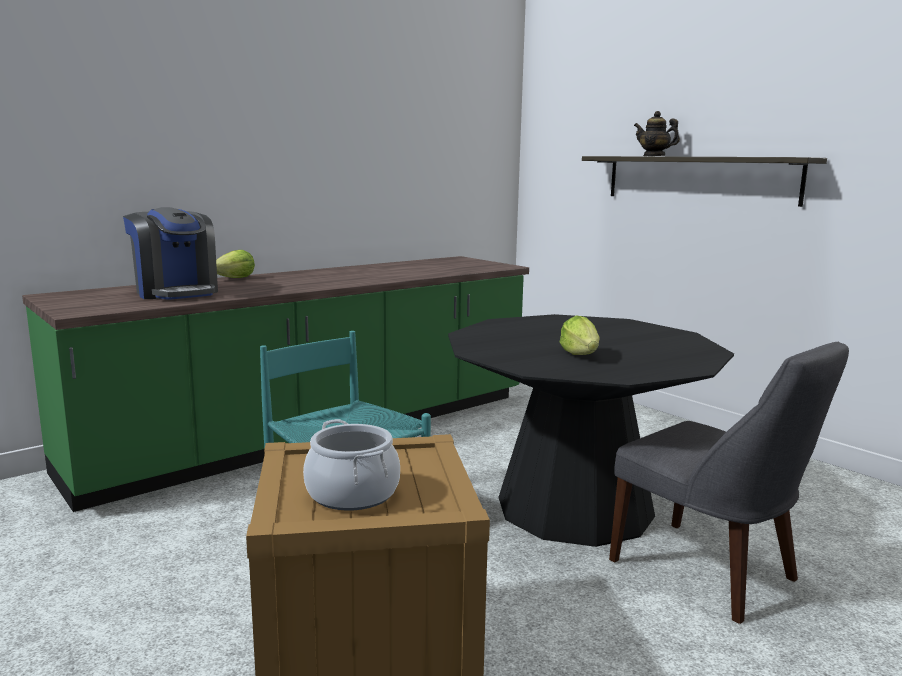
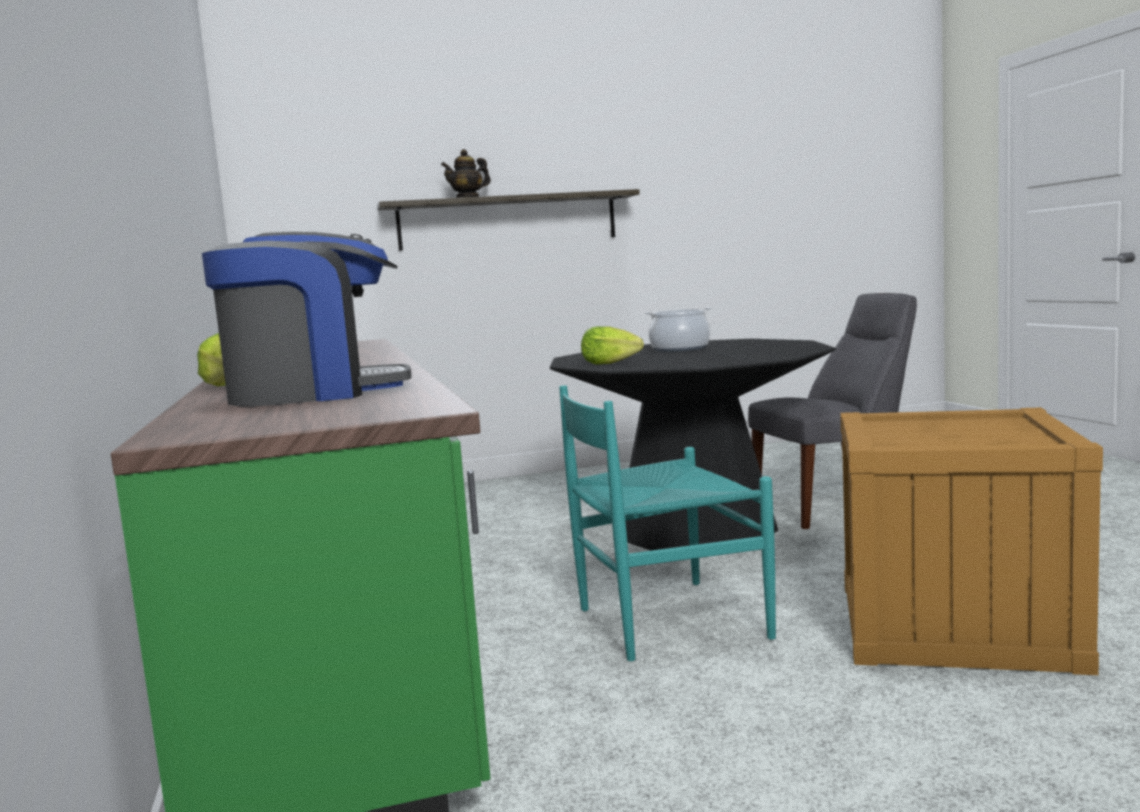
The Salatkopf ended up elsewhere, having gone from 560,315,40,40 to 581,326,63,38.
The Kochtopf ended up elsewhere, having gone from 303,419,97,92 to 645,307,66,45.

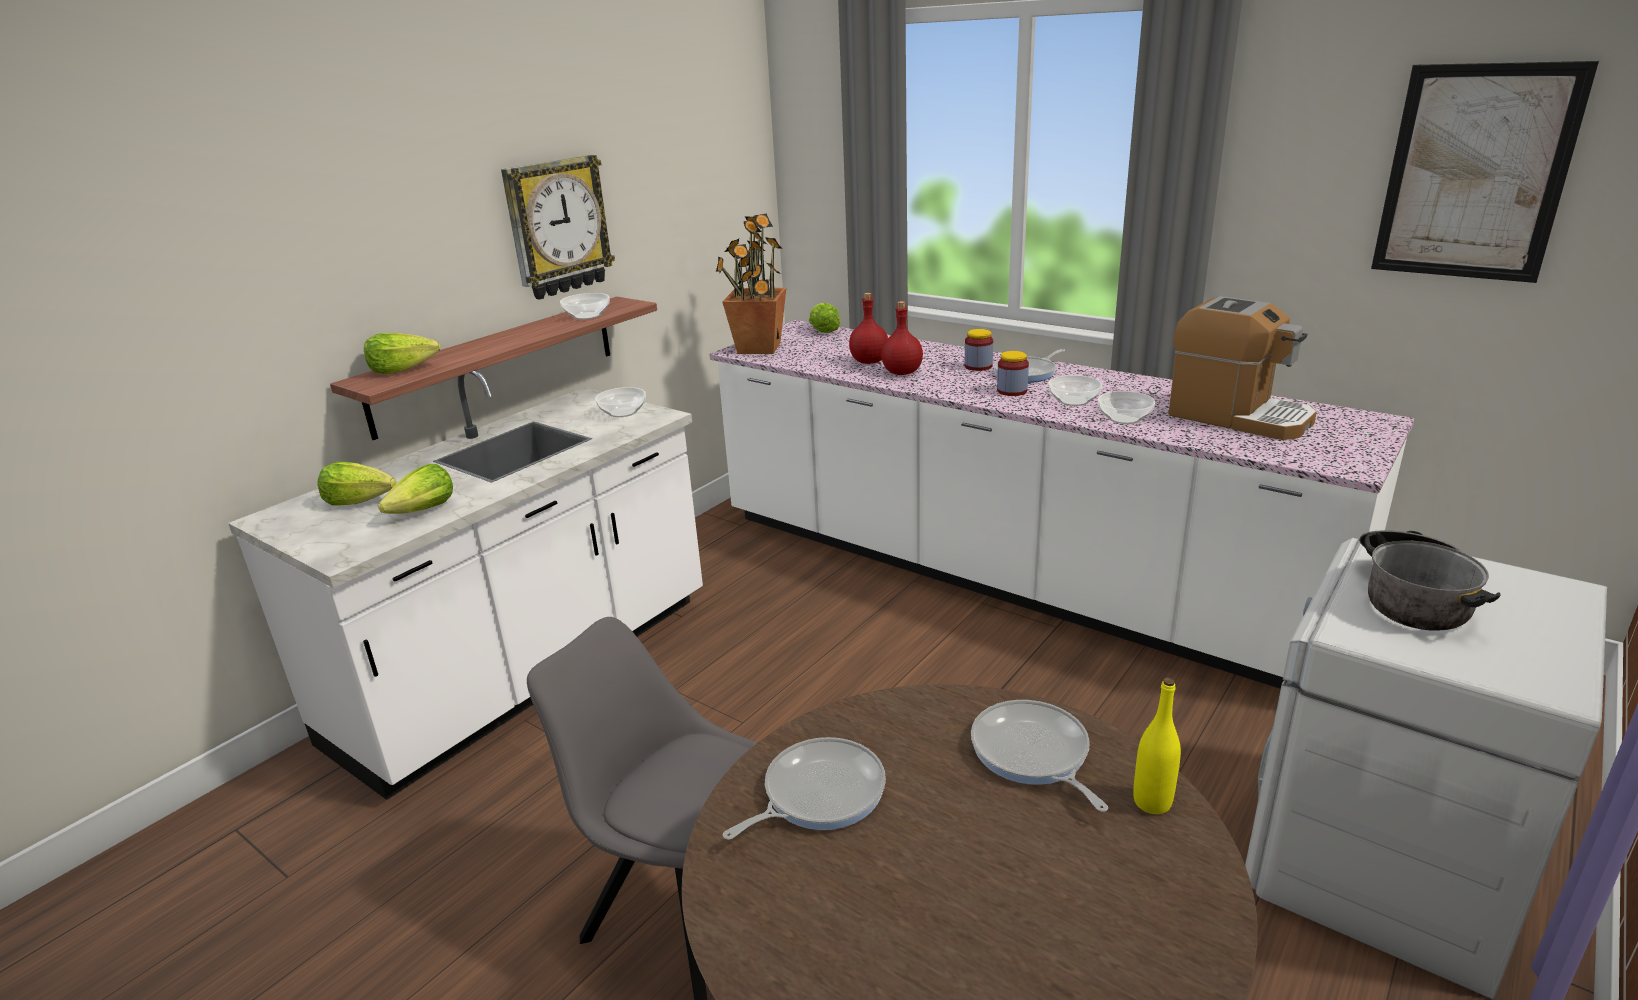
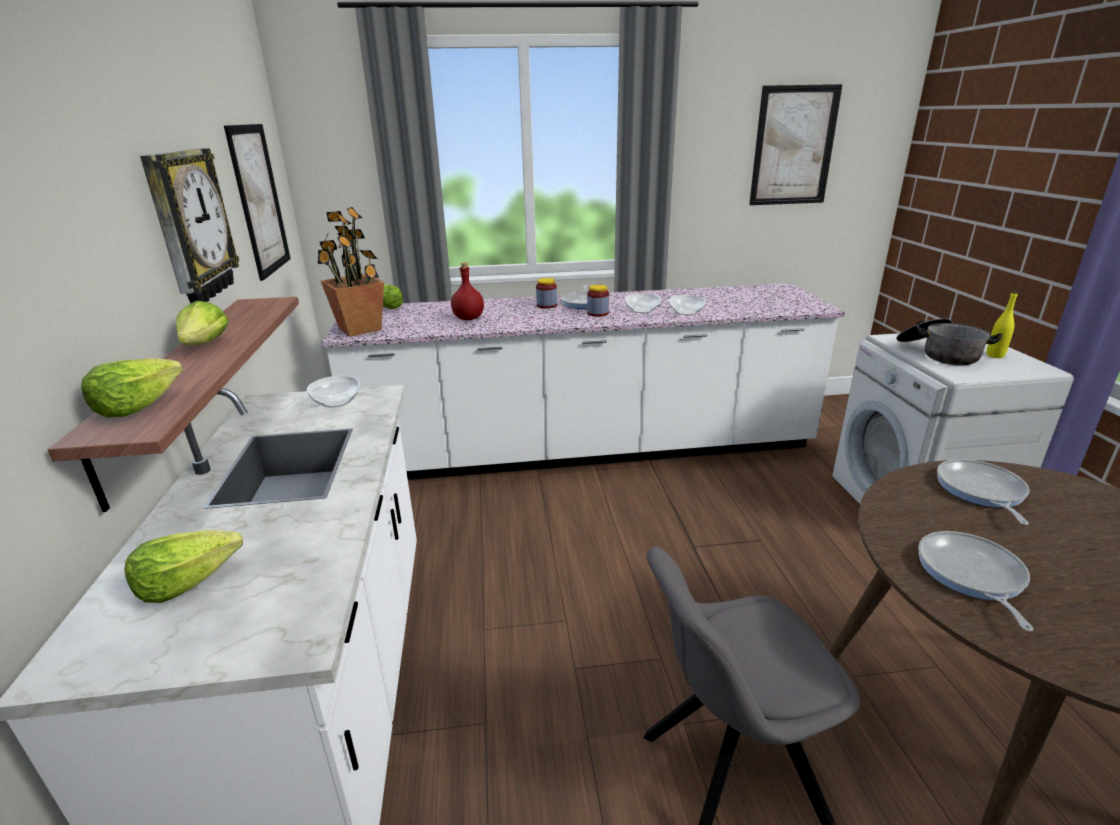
The second view lost the Schüssel at 560,293,50,27.
The second view lost the Kaffeemaschine at 1168,296,149,144.
The second view lost the Flasche [rot] at 881,301,42,74.
The Salatkopf ended up elsewhere, having gone from 378,464,75,50 to 176,301,53,45.
The Flasche [gelb] ended up elsewhere, having gone from 1133,678,48,136 to 986,292,31,66.
The Pfanne at 971,700,137,112 ended up facing another way, 75 degrees clockwise from before.
The second view gained the Bild at 224,124,67,157.

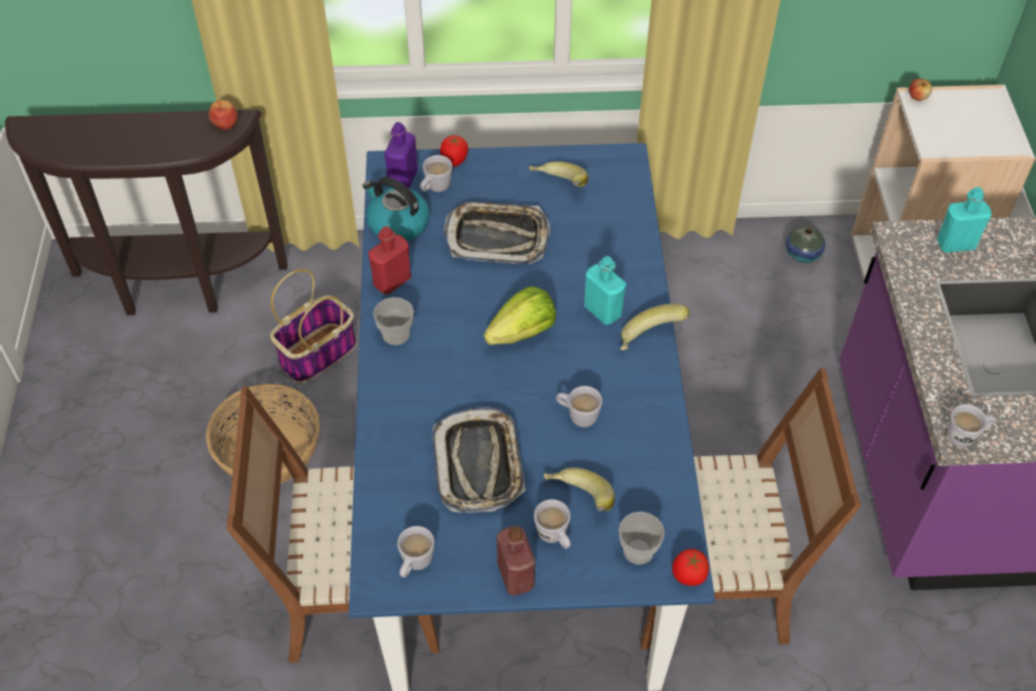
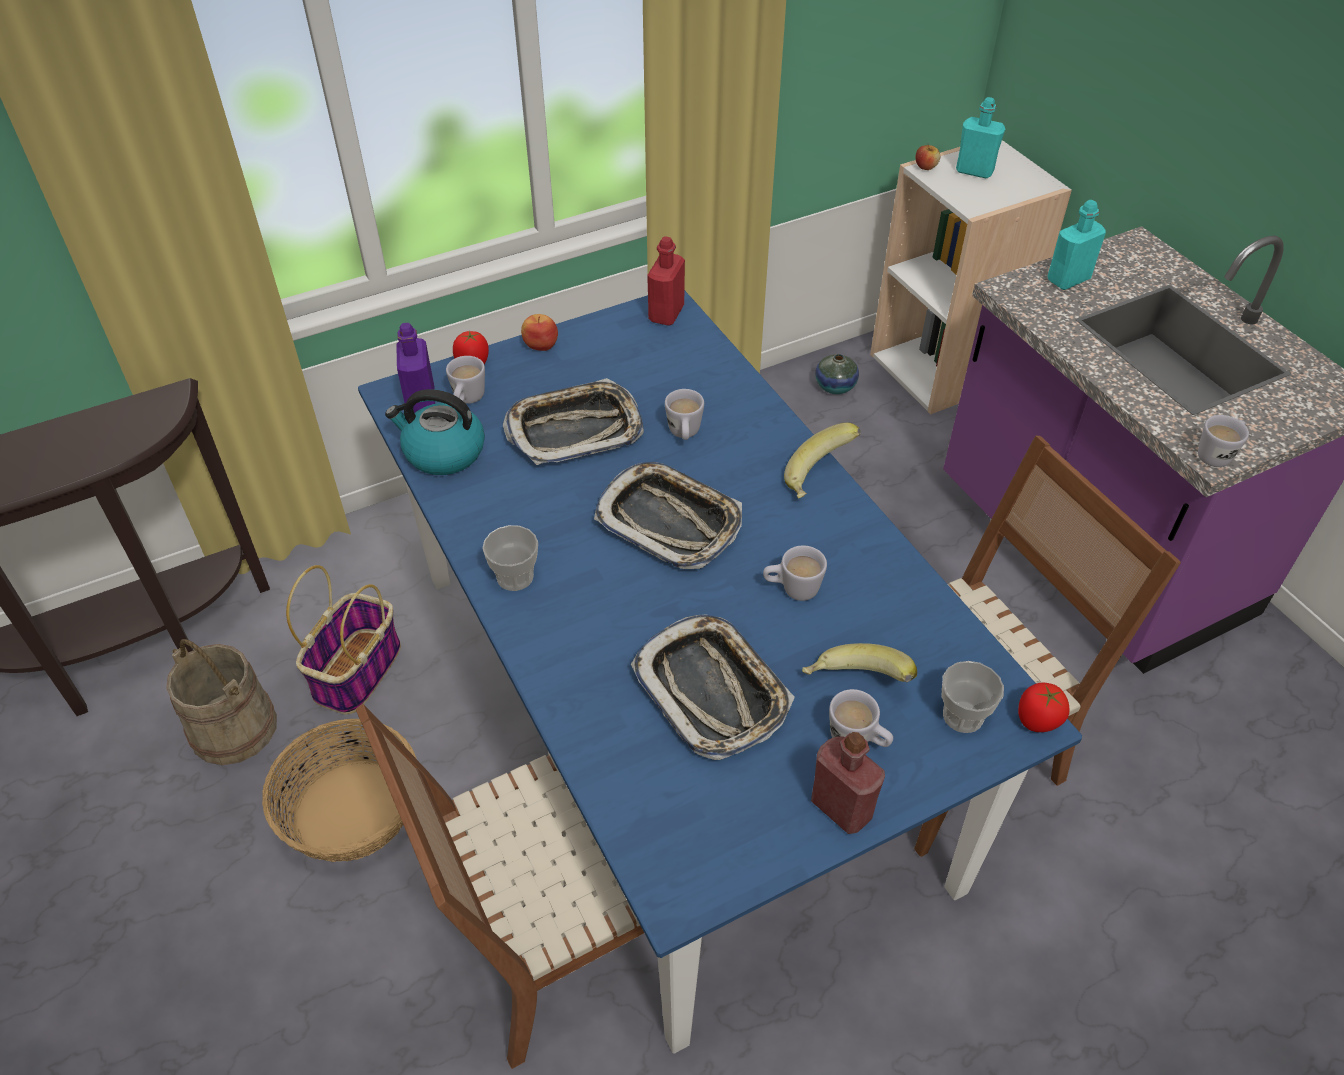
The Apfel ended up elsewhere, having gone from 209,100,29,30 to 521,314,37,37.
The second view lost the Banane at 529,161,59,26.
The Flasche [rot] ended up elsewhere, having gone from 368,226,43,68 to 647,236,38,90.
The Flasche [türkis] ended up elsewhere, having gone from 584,256,42,69 to 956,97,49,82.
Where the Salatkopf stood at 484,286,72,59, the Tablett came to stand at 594,462,148,107.
The Henkelbecher [weiß] ended up elsewhere, having gone from 397,526,38,52 to 665,389,39,51.
The second view gained the Eimer [beige] at 166,639,111,126.

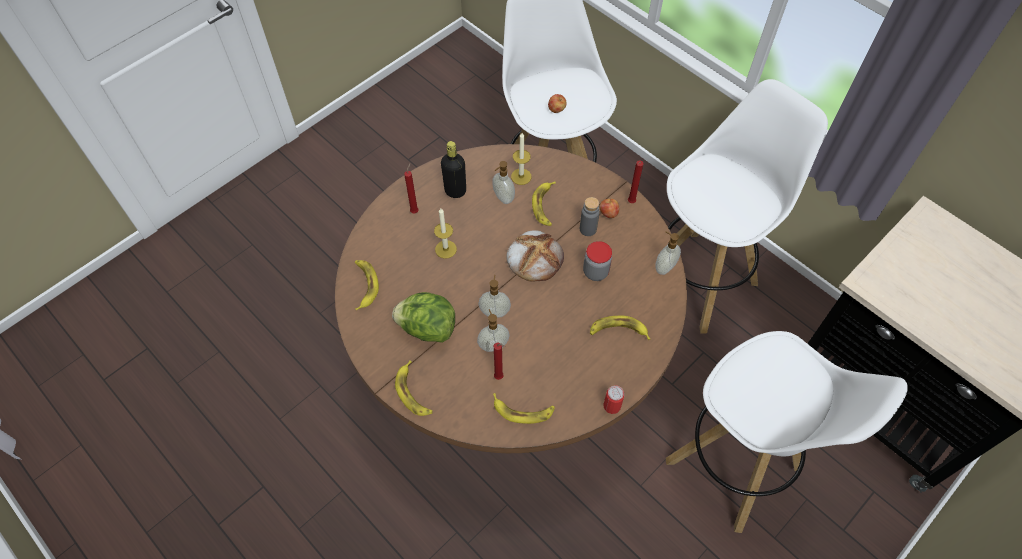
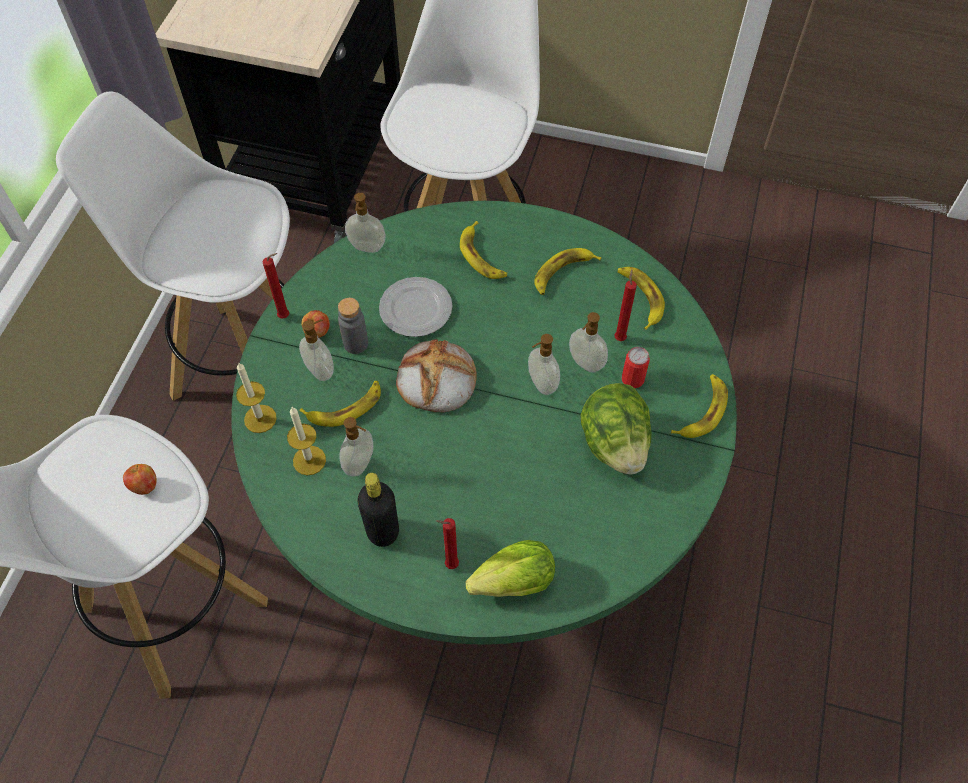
What was the Esstisch [braun] at 335,144,352,309 turned into the Esstisch [grün] at 231,201,506,443.
The Kerze ended up elsewhere, having gone from 434,208,23,51 to 236,362,41,71.
Where the Vorratsglas stood at 583,241,29,40, the Teller came to stand at 379,277,73,60.
The Banane ended up elsewhere, having gone from 355,260,24,51 to 534,248,68,47.
The Dose ended up elsewhere, having gone from 603,385,22,29 to 621,347,29,41.
The second view gained the Seifenspender at 299,319,35,62.
The second view gained the Salatkopf at 466,540,89,57.

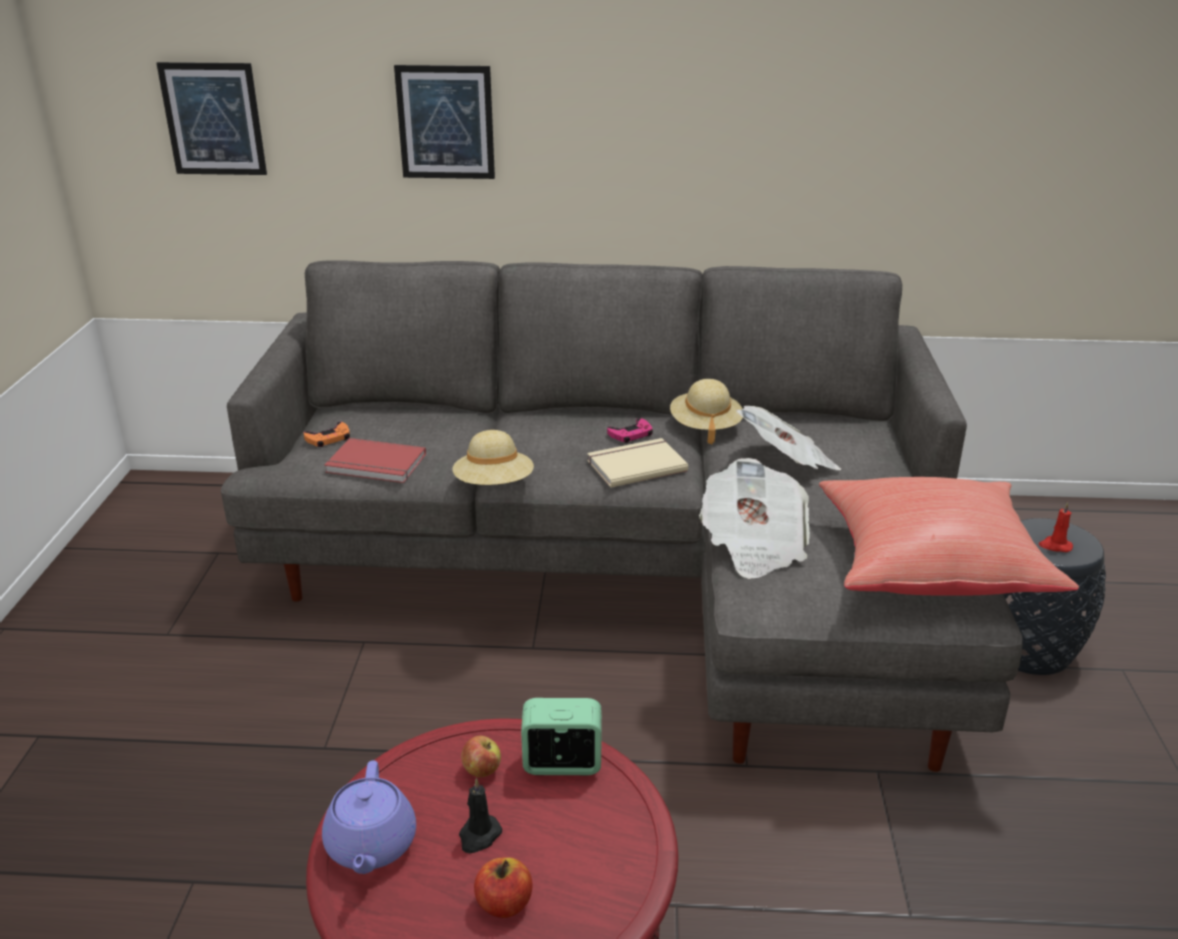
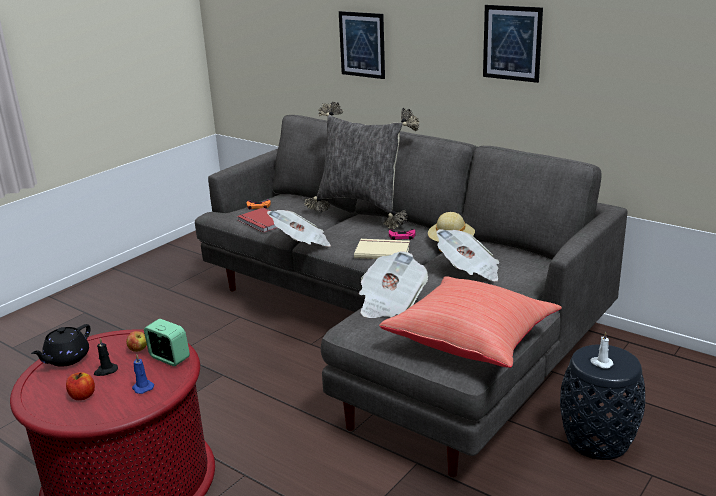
The Bild ended up elsewhere, having gone from 156,62,111,113 to 483,5,60,78.
Where the Hut [beige] stood at 453,430,81,55, the Zeitung came to stand at 267,210,64,37.
What was the Kerze [rot] at 1039,502,34,50 turned into the Kerze [weiß] at 590,332,24,37.
What was the Teekanne [lila] at 322,761,94,113 turned into the Teekanne [schwarz] at 31,324,59,43.
The second view gained the Kissen at 304,102,115,127.
The second view gained the Kerze [blau] at 132,354,22,40.

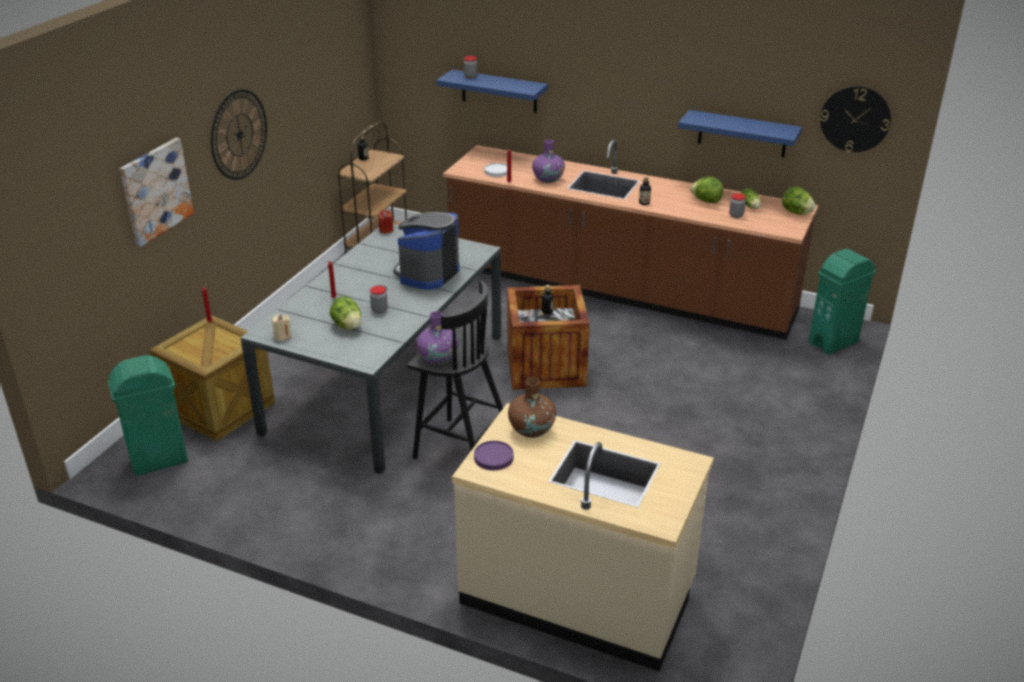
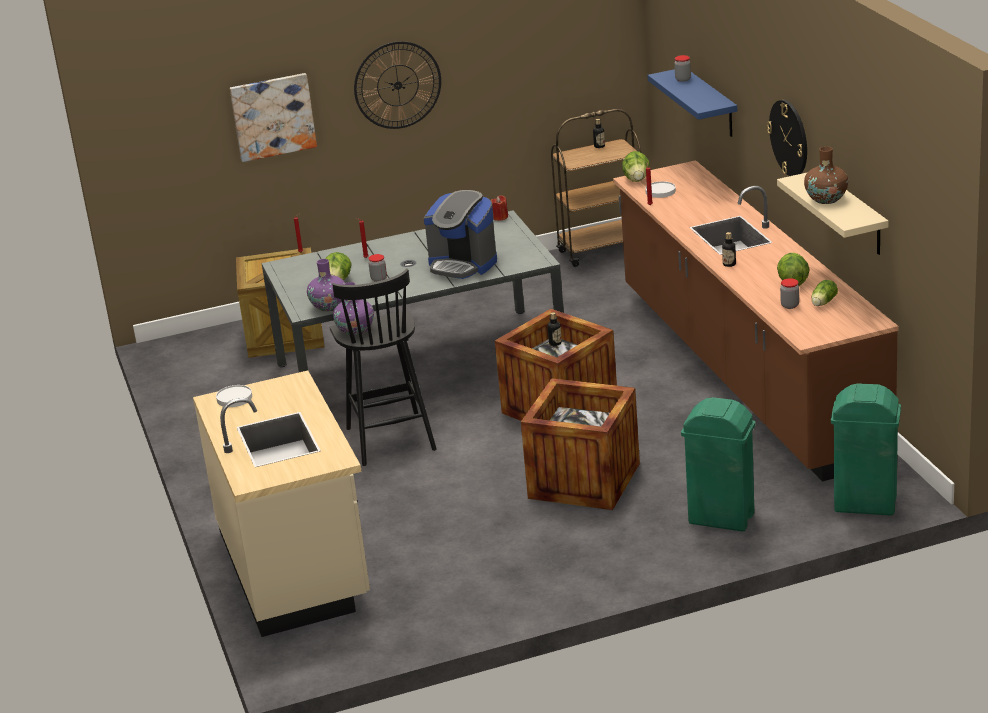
The Wanduhr ended up elsewhere, having gone from 820,86,71,66 to 767,100,40,76.
What was the Wandregal [blau] at 678,110,124,47 turned into the Wandregal [beige] at 777,172,111,83.
The Vase [lila] ended up elsewhere, having gone from 532,139,33,44 to 307,259,38,52.
The Salatkopf ended up elsewhere, having gone from 782,187,34,28 to 622,151,28,31.
The Kaffeemaschine at 393,212,67,78 ended up facing another way, 135 degrees counterclockwise from before.
The second view lost the Kerze [beige] at 272,314,19,27.
The Mülleimer [grün] ended up elsewhere, having gone from 108,355,80,121 to 681,397,74,135.
The Vase [braun] ended up elsewhere, having gone from 508,377,48,61 to 804,146,44,58.
What was the Teller [lila] at 474,441,39,29 turned into the Teller [weiß] at 216,385,36,22.
The second view gained the Kiste at 521,378,119,132.

